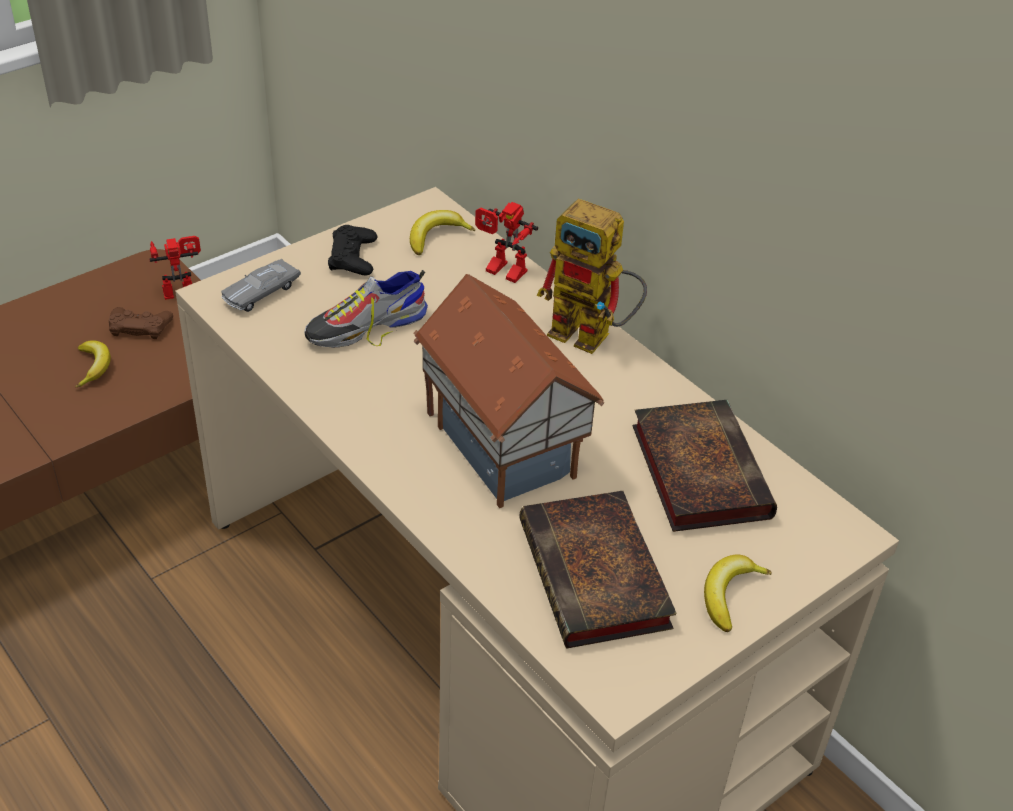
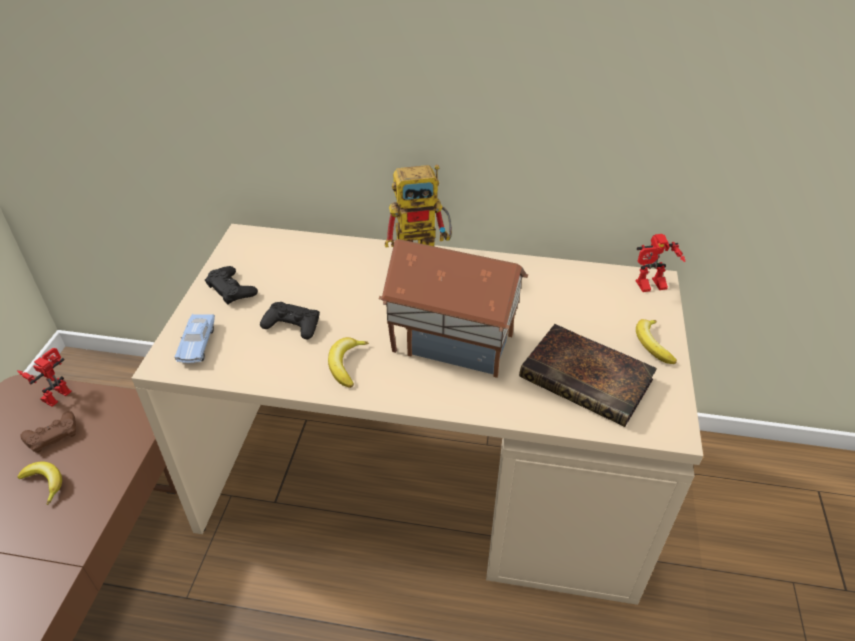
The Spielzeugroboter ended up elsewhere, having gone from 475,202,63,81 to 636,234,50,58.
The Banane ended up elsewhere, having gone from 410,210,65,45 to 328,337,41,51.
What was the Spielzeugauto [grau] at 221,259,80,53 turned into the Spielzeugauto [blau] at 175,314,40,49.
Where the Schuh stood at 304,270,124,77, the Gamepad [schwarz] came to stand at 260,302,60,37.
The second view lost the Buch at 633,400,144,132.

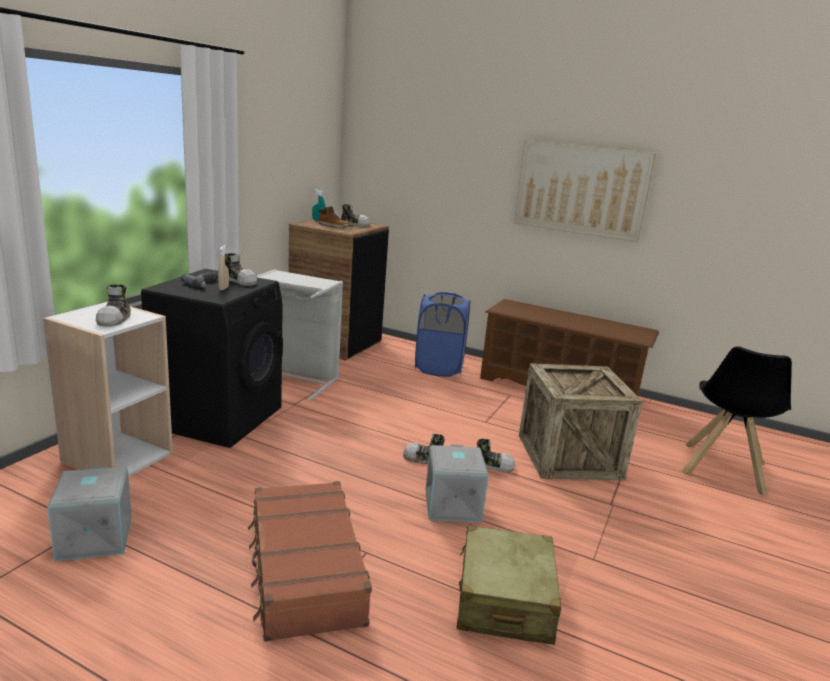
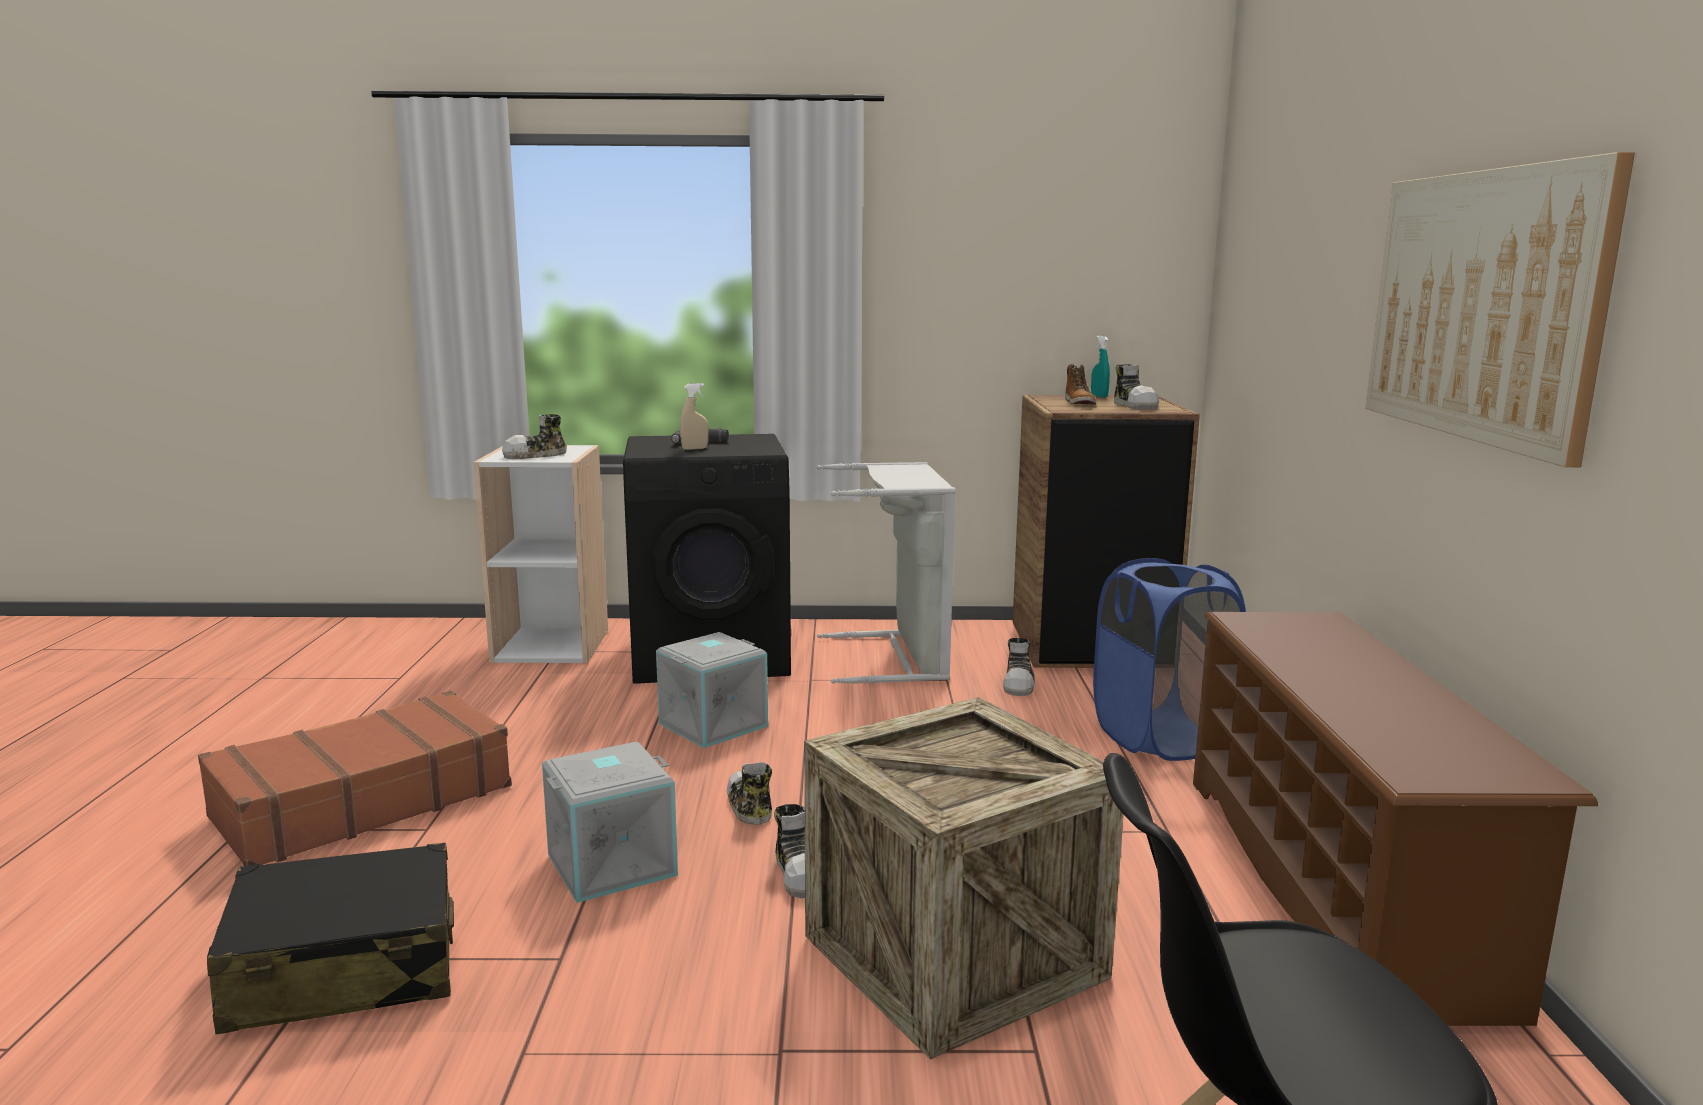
The Schuh ended up elsewhere, having gone from 225,253,32,33 to 1003,638,32,58.
The Aufbewahrungsbox [grau] ended up elsewhere, having gone from 47,466,85,95 to 656,632,112,116.
What was the Koffer [beige] at 457,525,105,120 turned into the Koffer [schwarz] at 207,843,247,191.

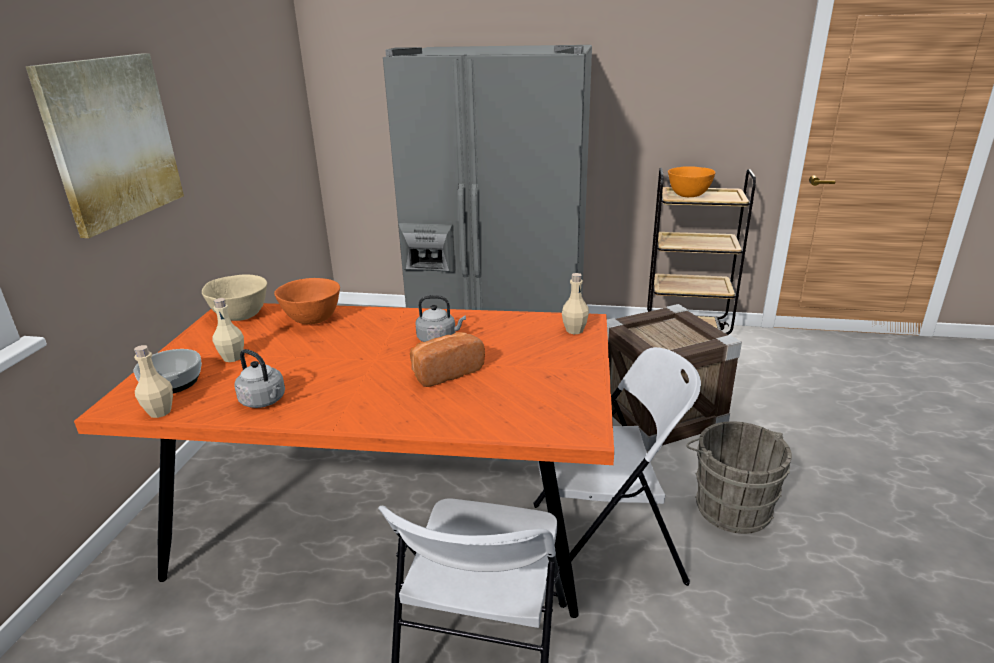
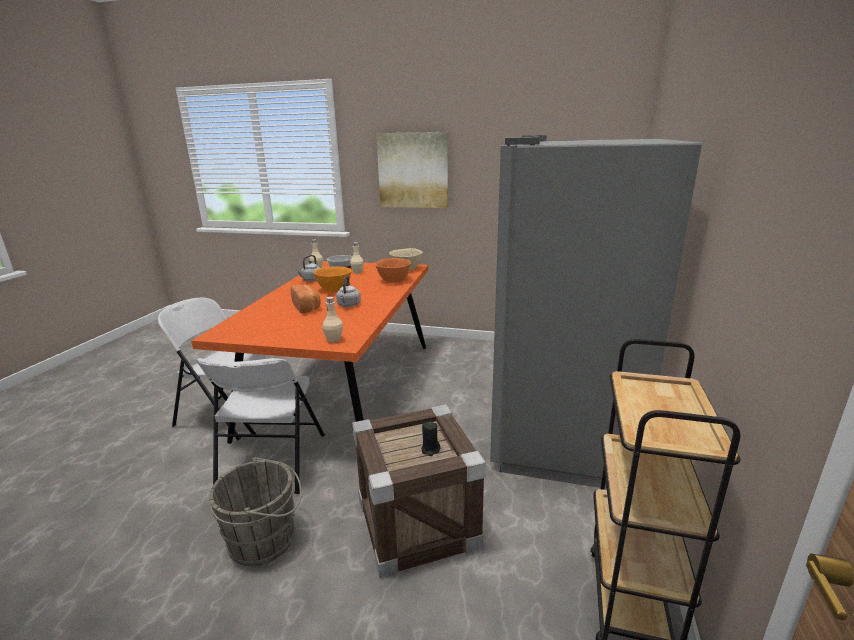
The Schüssel [orange] ended up elsewhere, having gone from 668,166,47,31 to 313,266,39,26.
The second view gained the Kerze [schwarz] at 421,421,19,35.

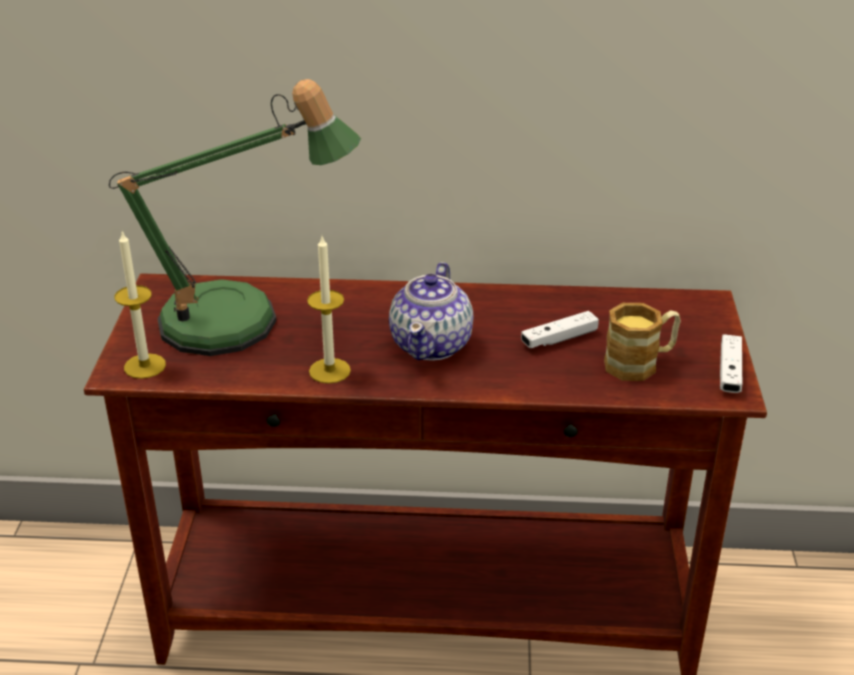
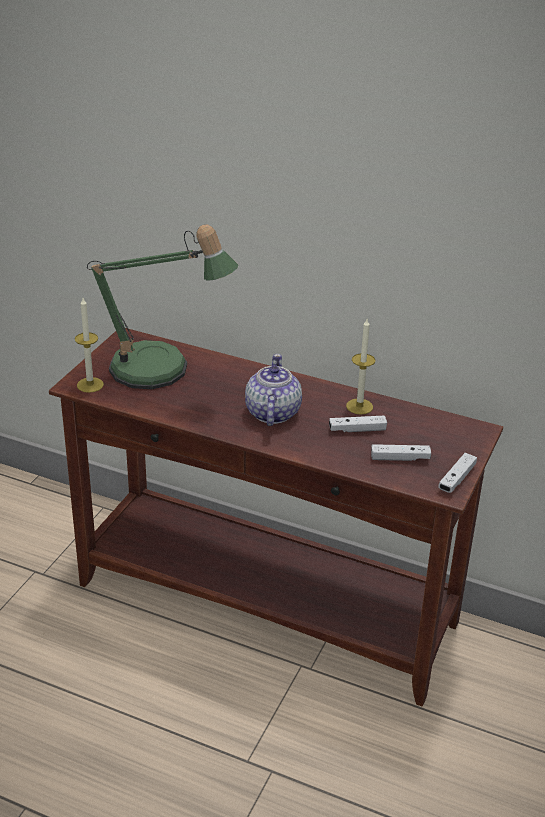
The Kerze ended up elsewhere, having gone from 307,236,44,148 to 346,319,29,96.
The Teekanne at 389,262,84,99 ended up facing another way, 150 degrees clockwise from before.
Where the Henkelbecher stood at 604,303,77,78, the Gamepad [weiß] came to stand at 371,444,60,17.

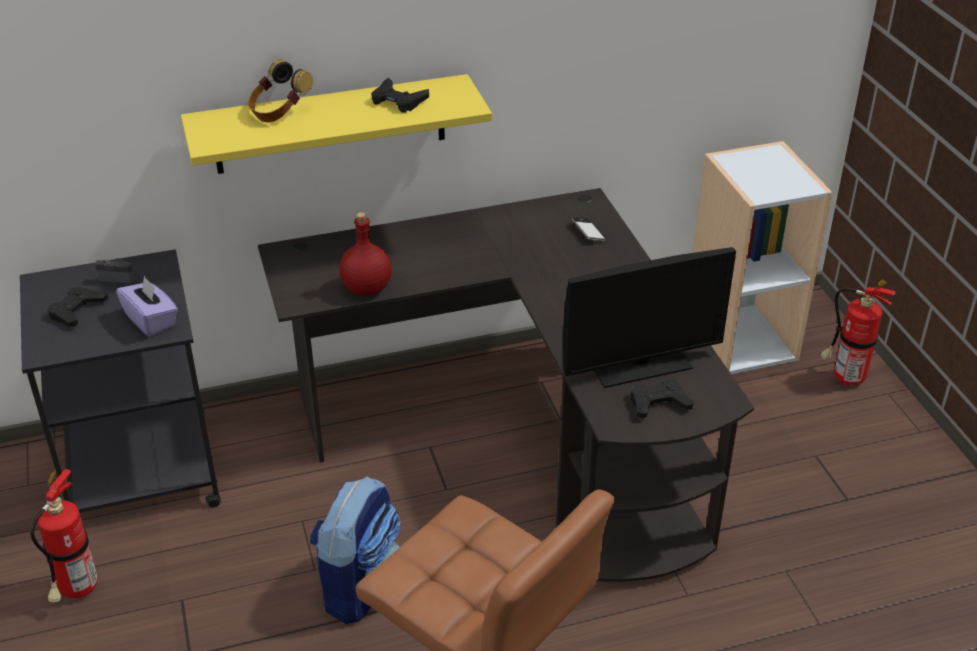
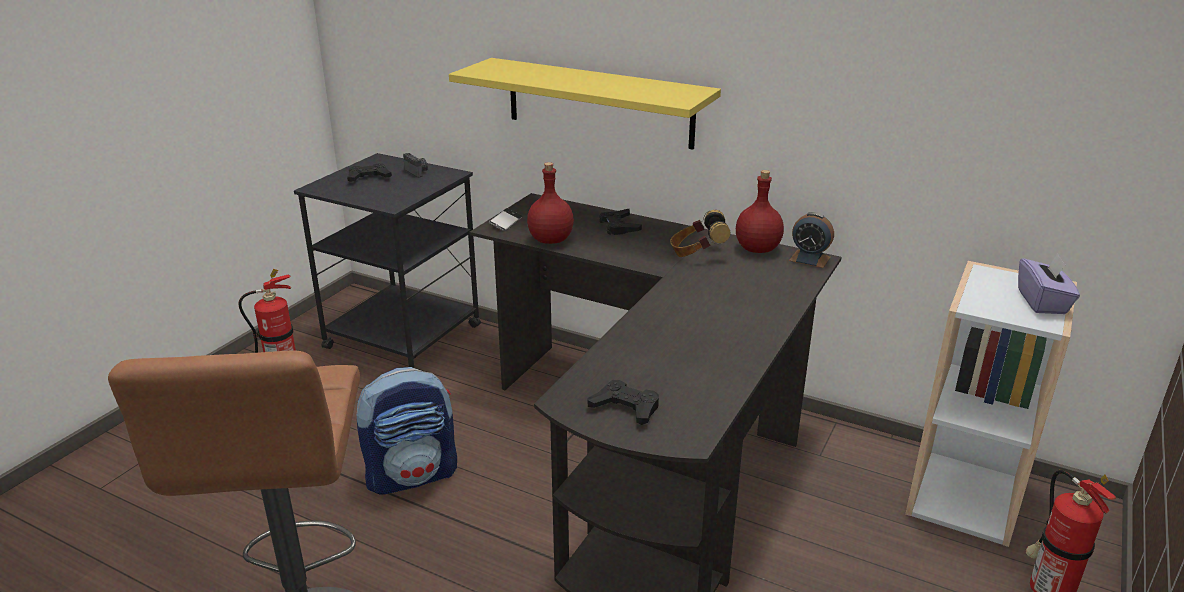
The Kopfhörer ended up elsewhere, having gone from 248,59,65,63 to 670,210,60,47.
The Gamepad [schwarz] ended up elsewhere, having gone from 371,78,58,35 to 599,209,43,26.
The Handy ended up elsewhere, having gone from 572,217,34,24 to 489,208,33,23.
The second view lost the Monitor at 563,247,173,141.
The Taschentuchbox [lila] ended up elsewhere, having gone from 116,276,62,61 to 1018,253,62,61.
The second view gained the Flasche [rot] at 736,170,48,83.
The second view gained the Wecker at 789,212,45,56.

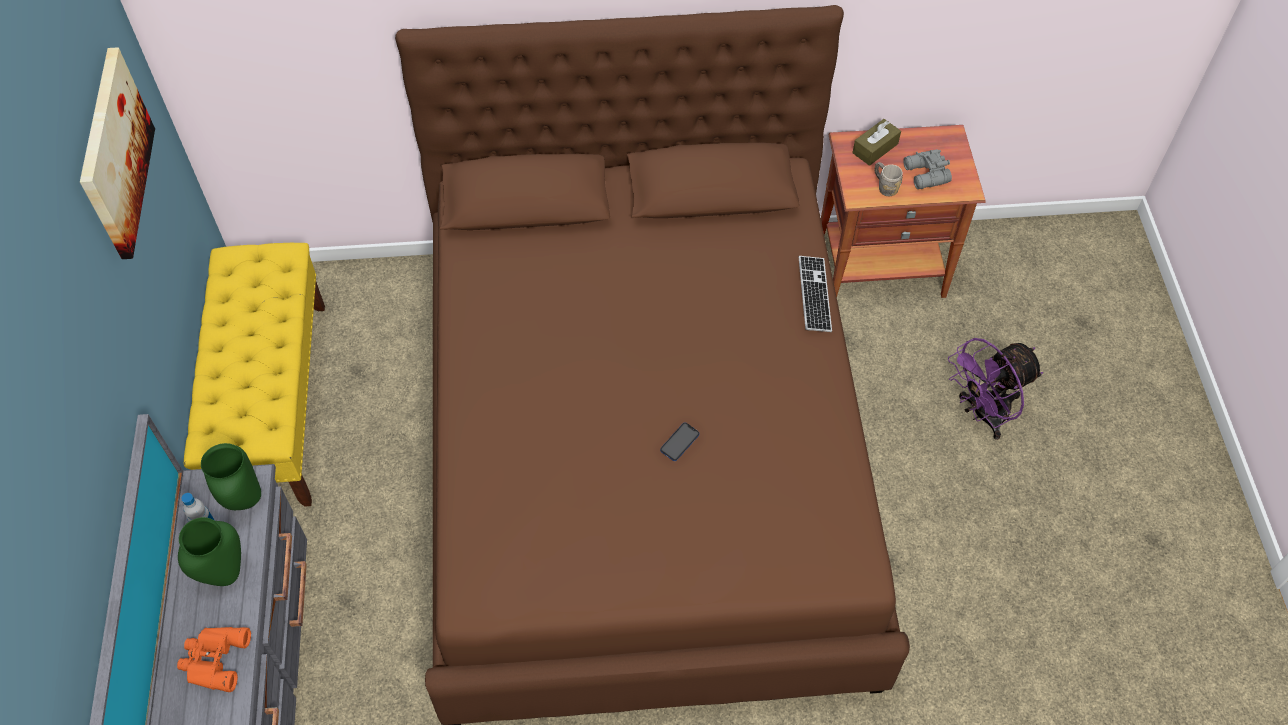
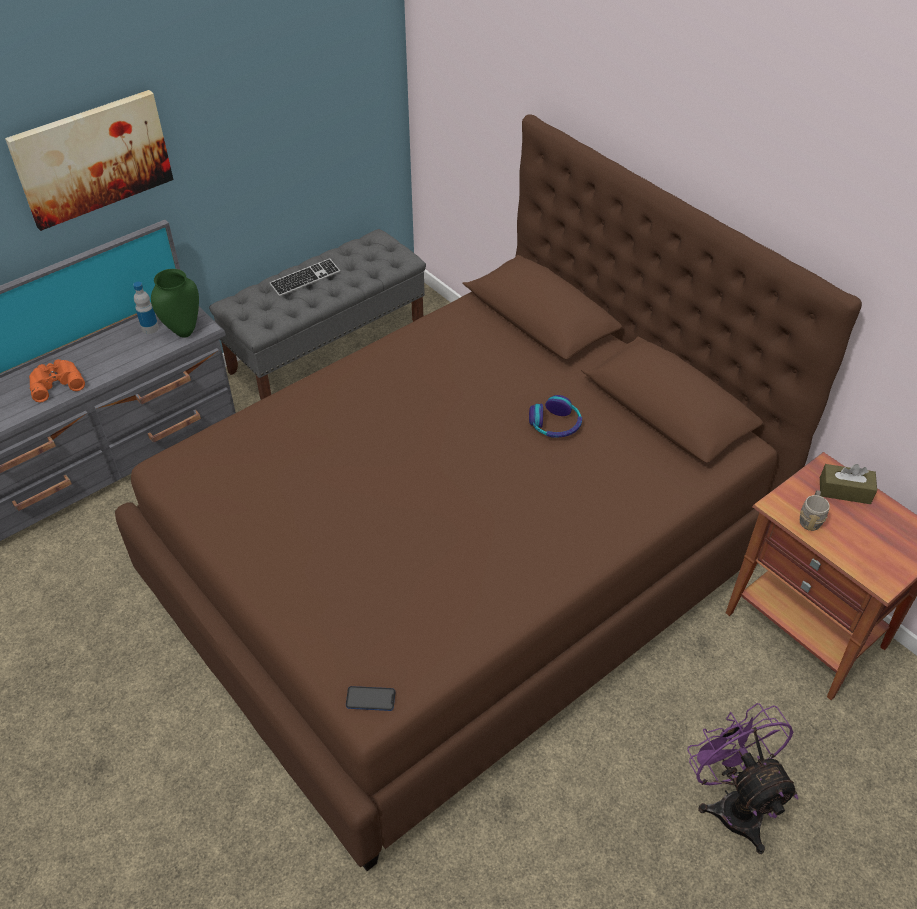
The Bild ended up elsewhere, having gone from 80,47,75,212 to 5,90,169,141.
The second view lost the Fernglas [grau] at 903,149,49,40.
What was the Bank [gelb] at 184,243,141,264 turned into the Bank [grau] at 209,229,217,171.
The Tastatur ended up elsewhere, having gone from 799,256,33,76 to 269,258,71,38.
The Ventilator [lila] at 948,338,95,102 ended up facing another way, 45 degrees clockwise from before.
The Handy ended up elsewhere, having gone from 660,423,39,38 to 346,686,49,25.
The second view lost the Vase [grün] at 178,517,63,69.
The second view gained the Kopfhörer at 529,395,53,43.

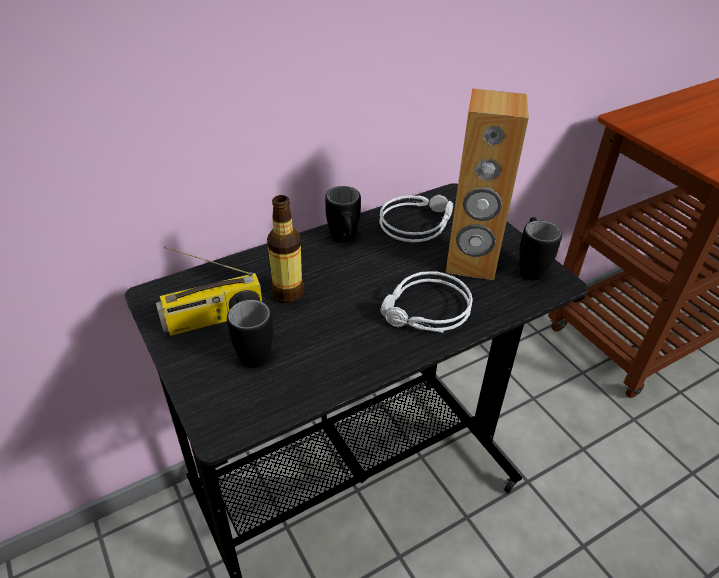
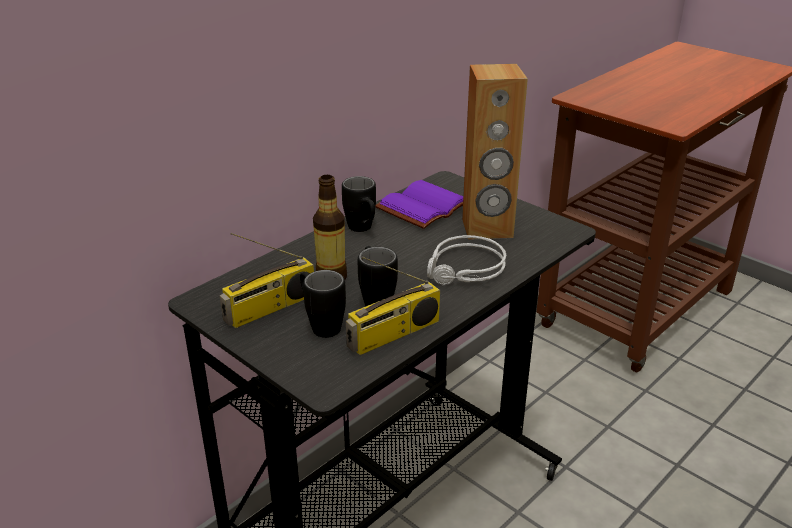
Where the Kopfhörer [grau] stood at 379,195,74,47, the Buch [lila] came to stand at 376,180,87,49.
The Henkelbecher [schwarz] ended up elsewhere, having gone from 519,217,43,63 to 358,246,40,60.
The second view gained the Radio at 346,256,94,99.

